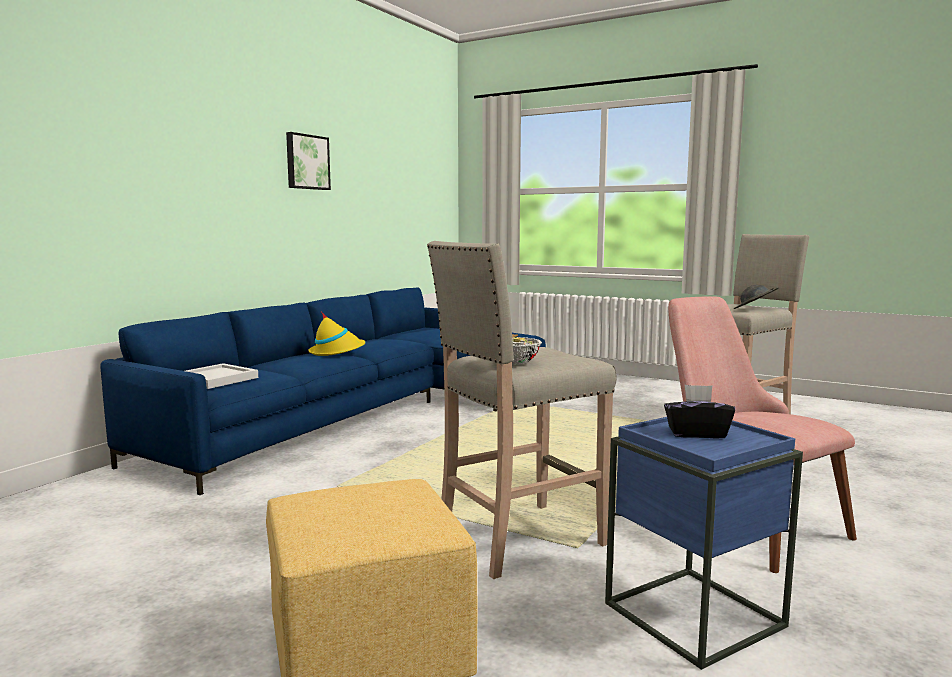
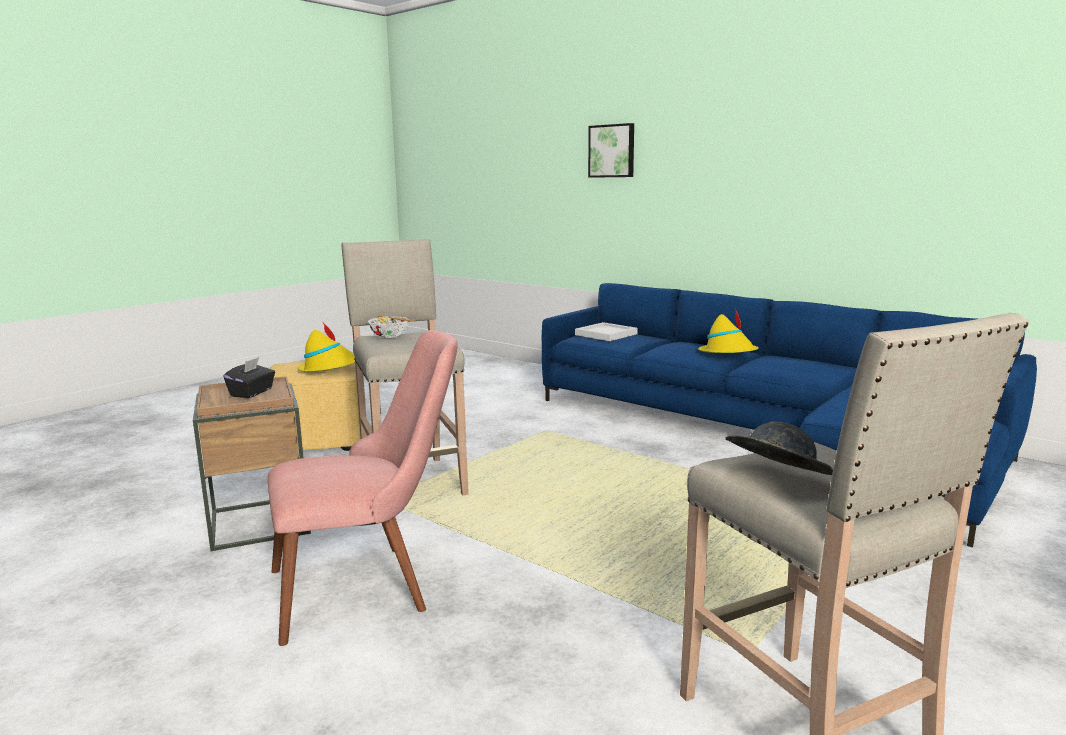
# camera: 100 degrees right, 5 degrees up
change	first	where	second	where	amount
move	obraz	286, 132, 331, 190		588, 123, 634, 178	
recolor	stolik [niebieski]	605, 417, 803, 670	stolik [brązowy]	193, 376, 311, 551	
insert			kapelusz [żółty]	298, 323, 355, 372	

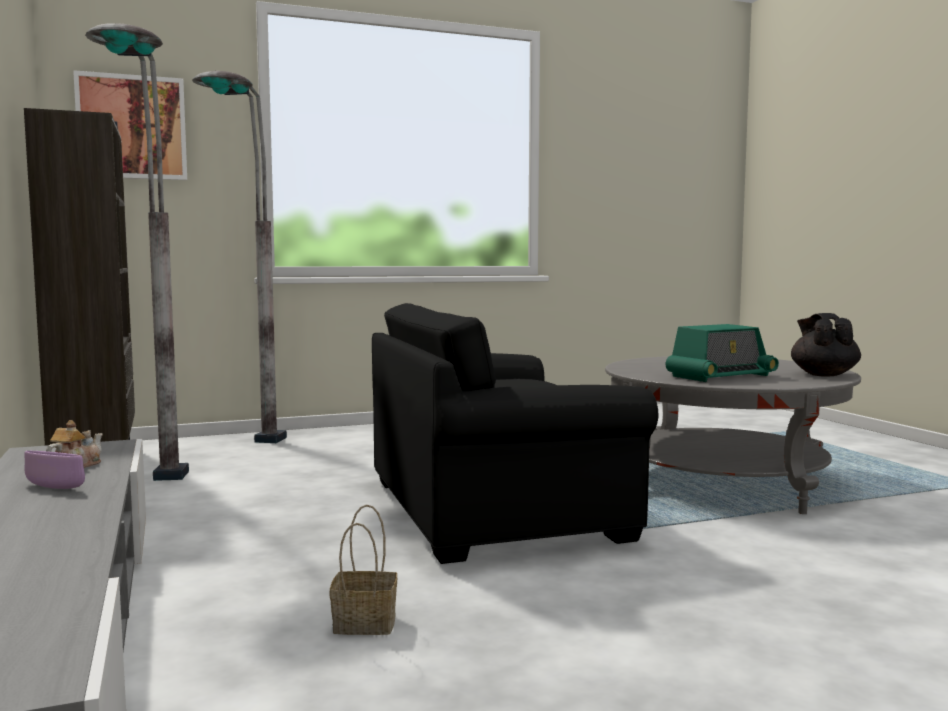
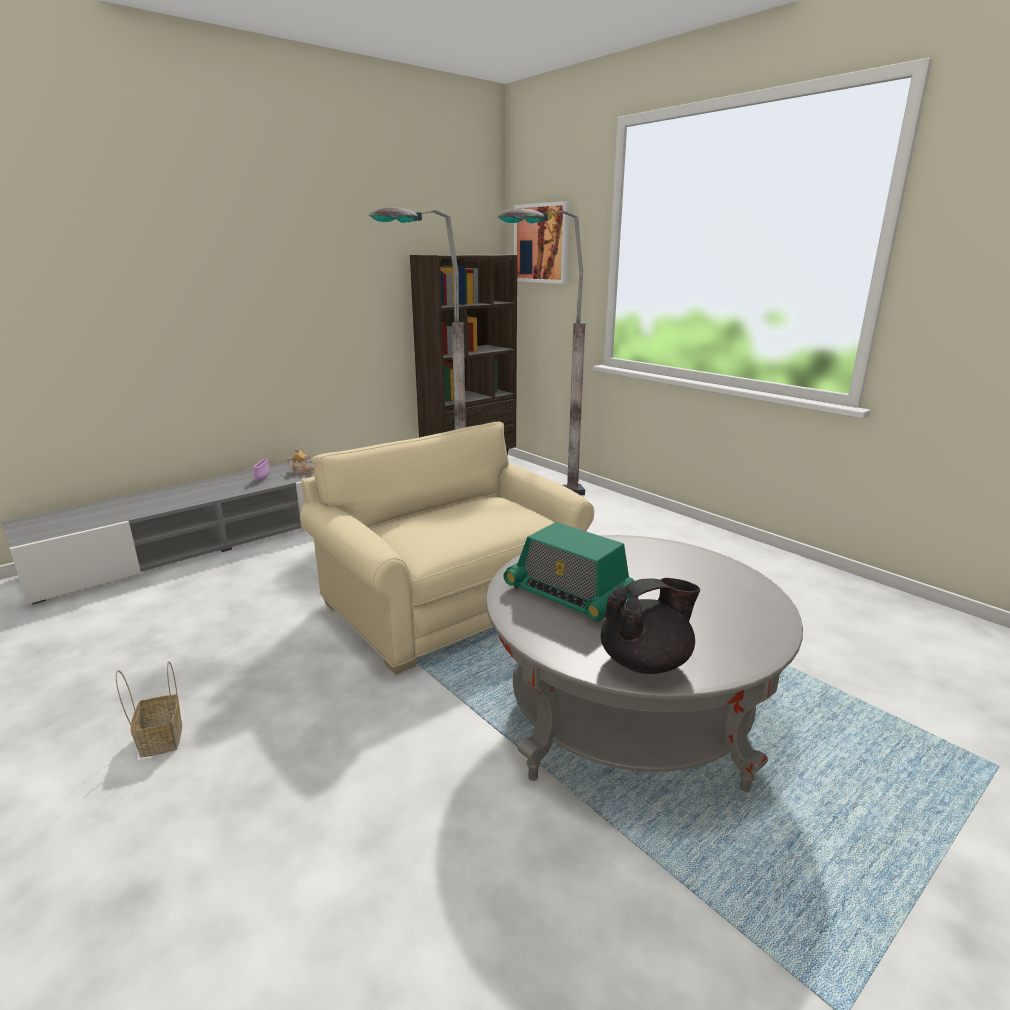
# camera: 70 degrees right, 15 degrees up
change	first	where	second	where	amount
move	koszyk	330, 504, 397, 635		116, 661, 182, 758	
recolor	fotel [czarny]	372, 303, 659, 564	fotel [beżowy]	300, 422, 594, 674	

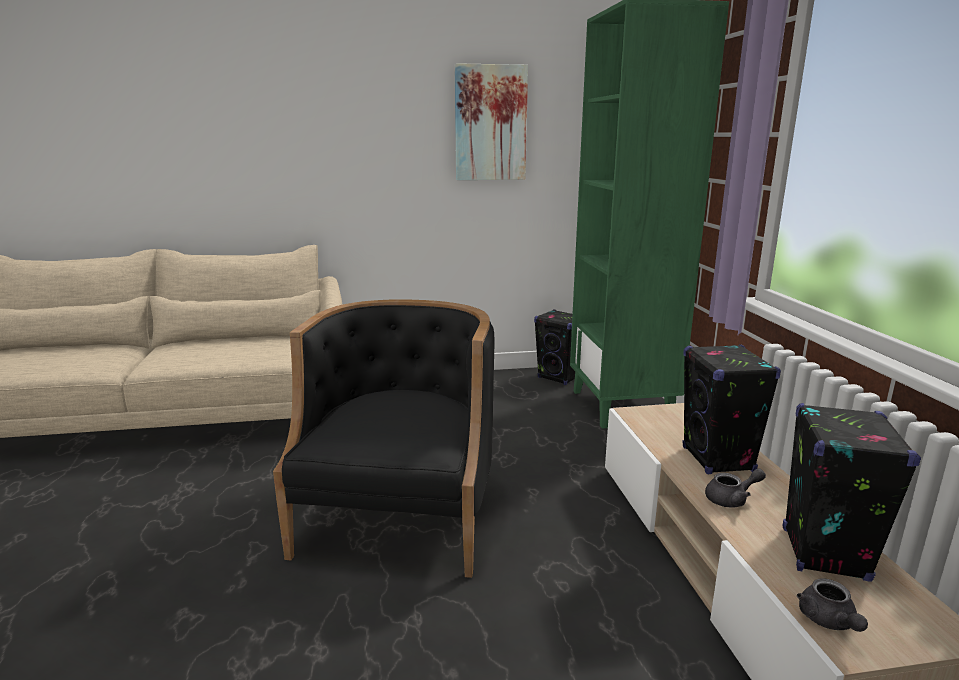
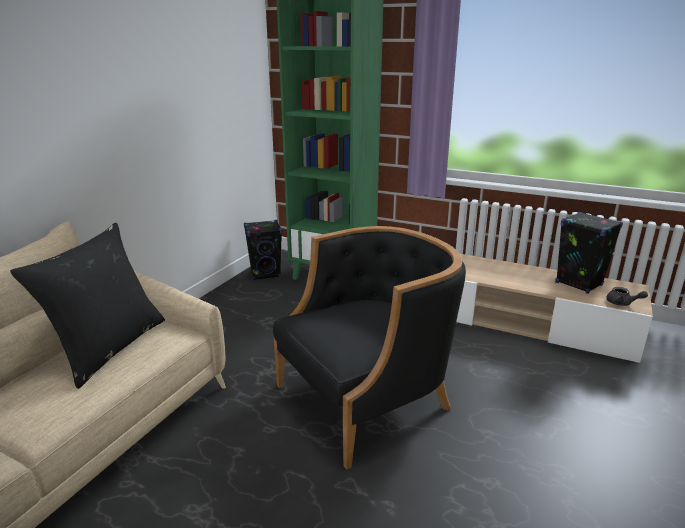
# camera: 55 degrees left, 5 degrees up
change	first	where	second	where	amount
rotate	fotel [czarny]	273, 299, 495, 578		273, 226, 466, 470	105 degrees clockwise
delete	obraz	455, 63, 528, 180			
delete	głośnik [czarny]	682, 344, 781, 474			
delete	imbryk [szary]	705, 468, 766, 508			
insert			poduszka [czarny]	10, 223, 165, 389	

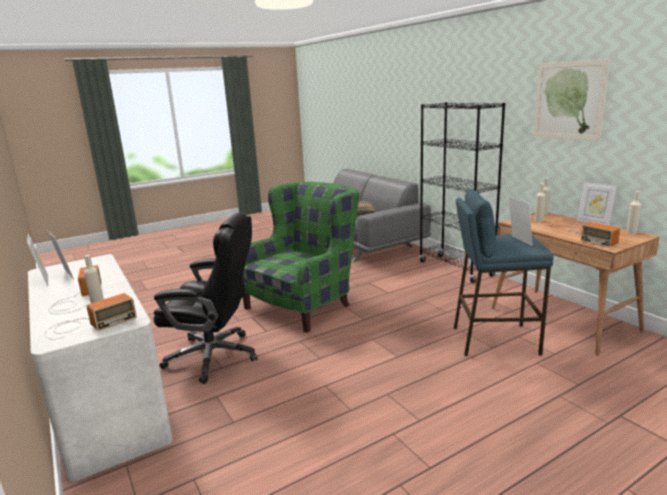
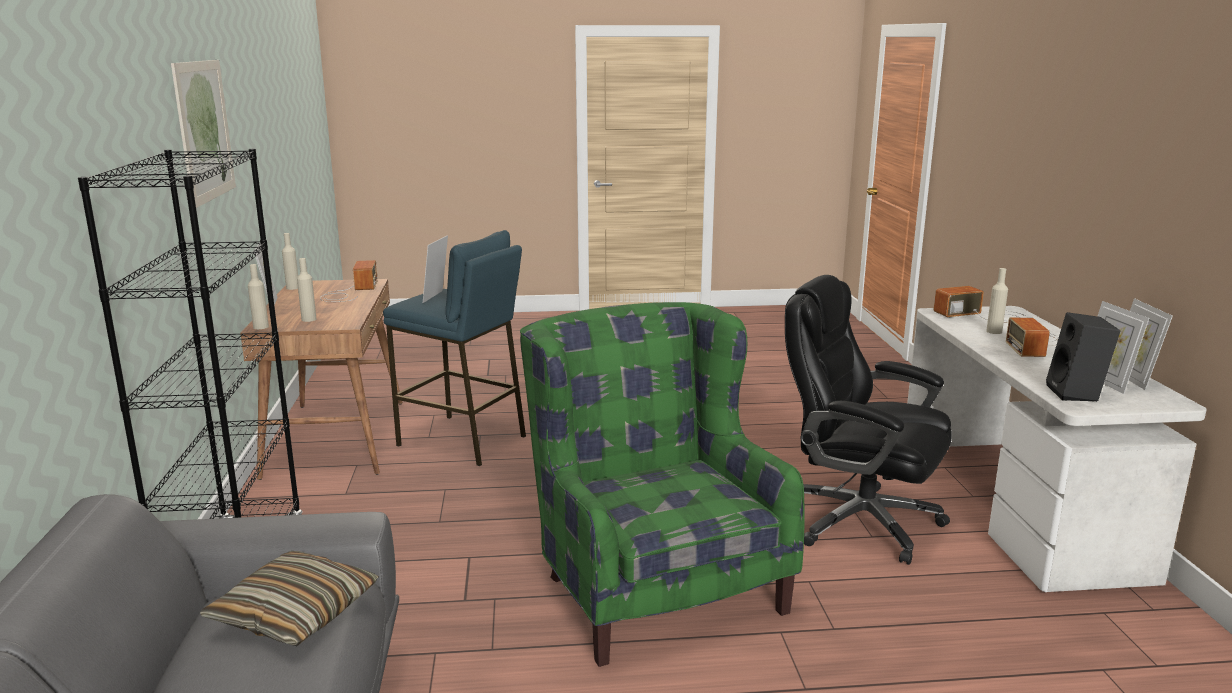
# camera: 155 degrees left, 0 degrees up
change	first	where	second	where	amount
rotate	fotel [zielony]	243, 182, 359, 333		520, 302, 805, 667	90 degrees clockwise
insert			głośnik [czarny]	1046, 312, 1120, 402	

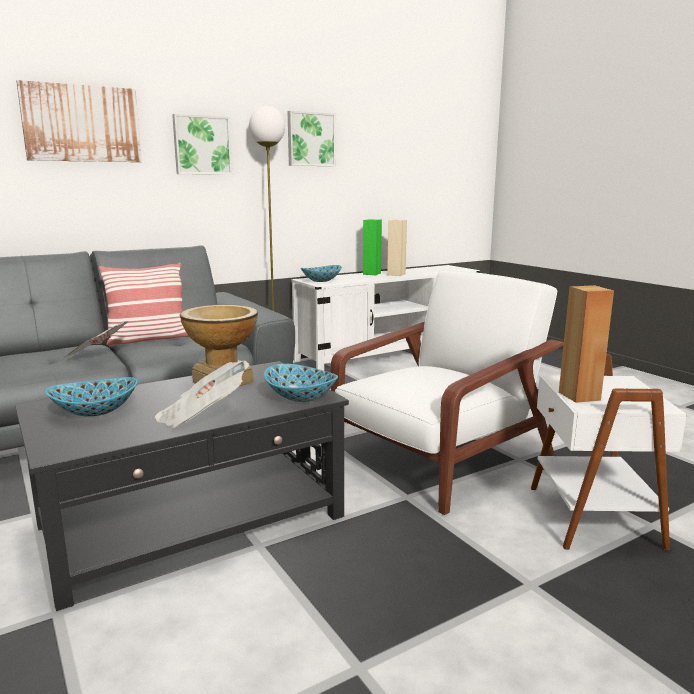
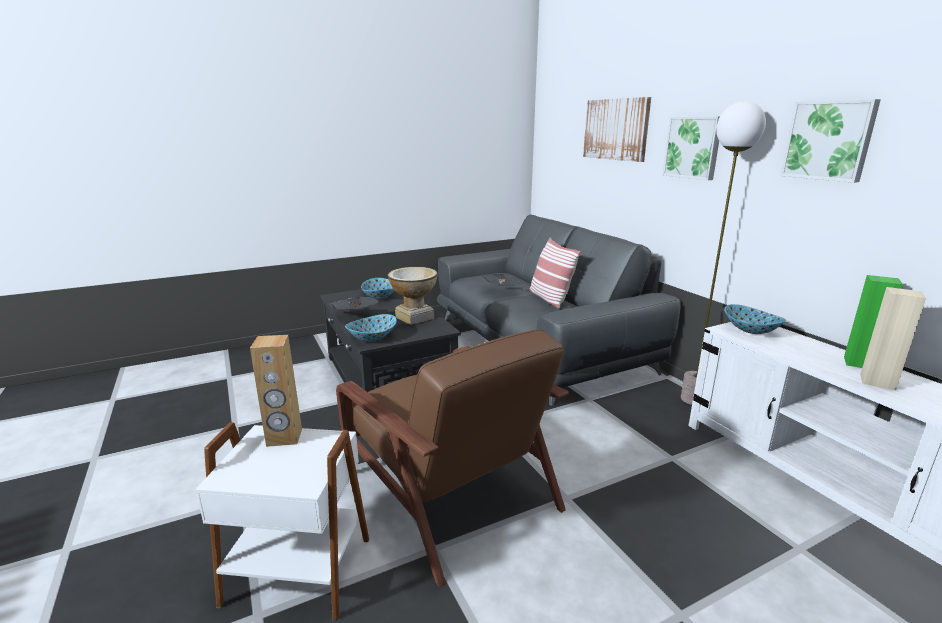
# camera: 95 degrees right, 5 degrees up
change	first	where	second	where	amount
recolor	fotel [biały]	331, 270, 564, 515	fotel [brązowy]	336, 329, 569, 587	

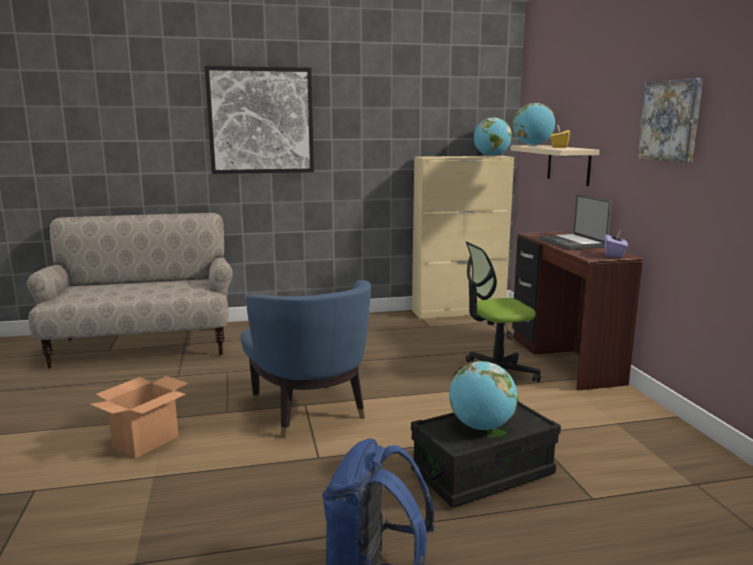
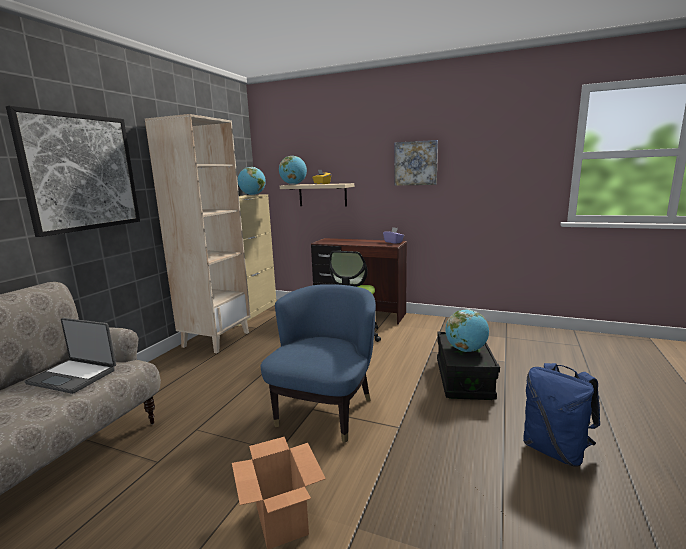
# camera: 55 degrees left, 0 degrees up
change	first	where	second	where	amount
rotate	fotel [niebieski]	241, 280, 371, 439		261, 284, 376, 443	75 degrees counterclockwise
move	laptop	539, 195, 612, 250		24, 318, 116, 394	
insert			regał [beżowy]	145, 114, 251, 353	

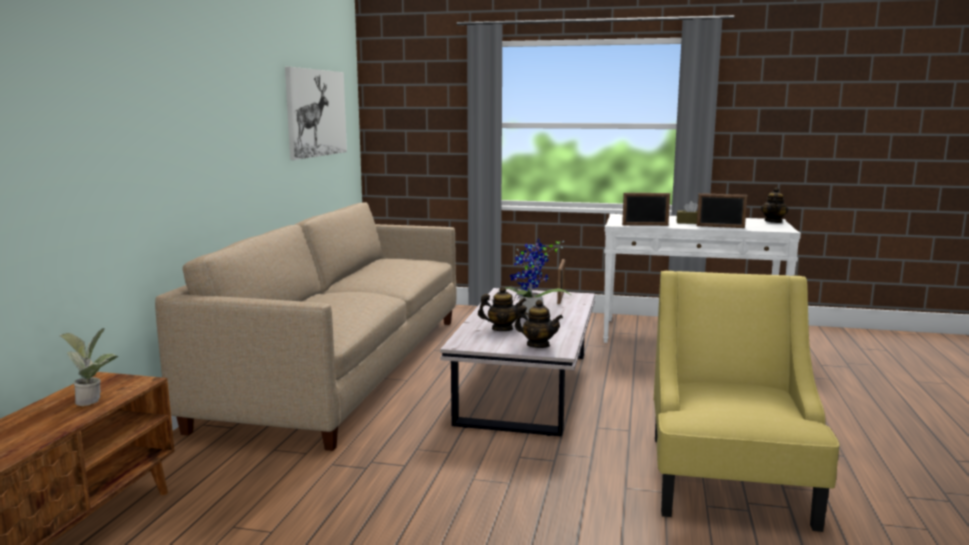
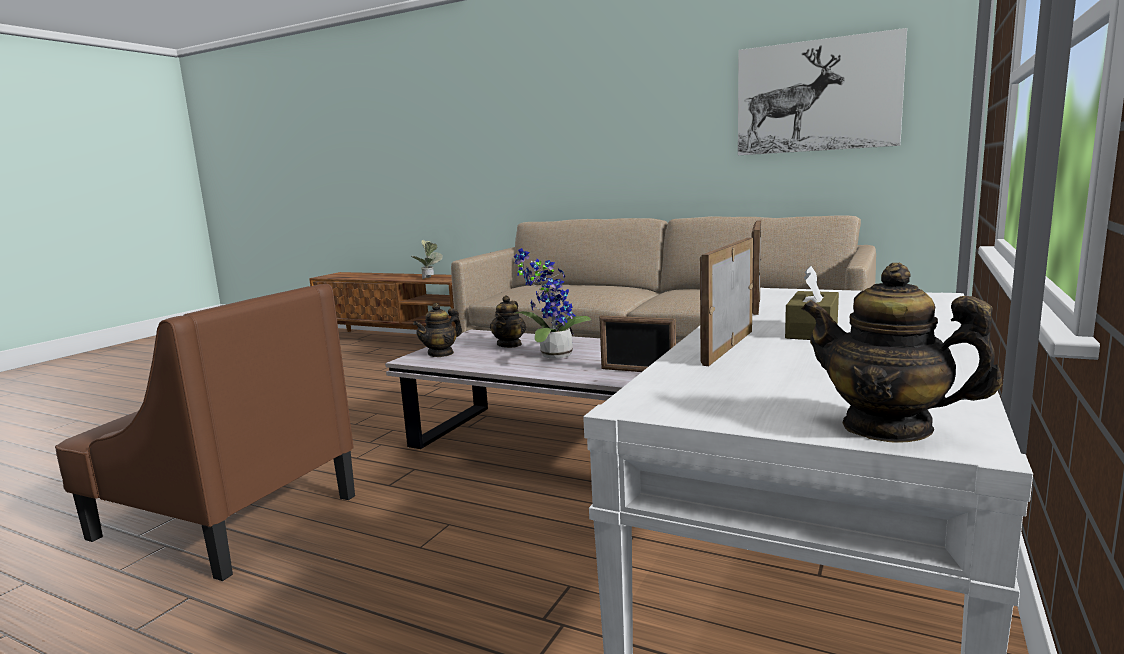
# camera: 105 degrees right, 0 degrees up
change	first	where	second	where	amount
recolor	fotel [żółty]	653, 271, 839, 532	fotel [brązowy]	55, 284, 355, 581	

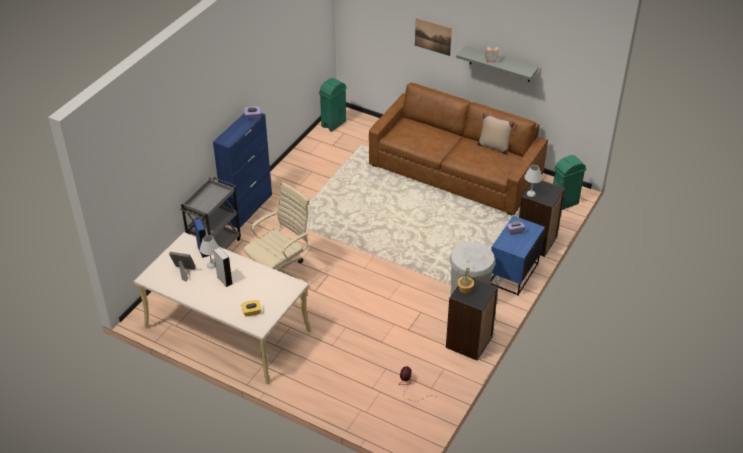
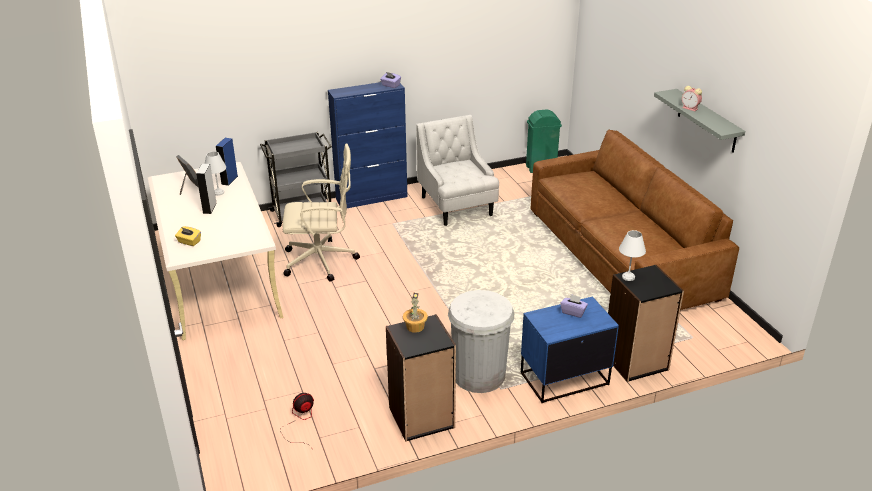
# camera: 40 degrees right, 10 degrees down
change	first	where	second	where	amount
delete	obraz	415, 18, 452, 56			
delete	poduszka [beżowy]	477, 112, 514, 155			
delete	kosz na śmieci [zielony]	553, 155, 587, 210			
insert			fotel [biały]	416, 115, 499, 226	

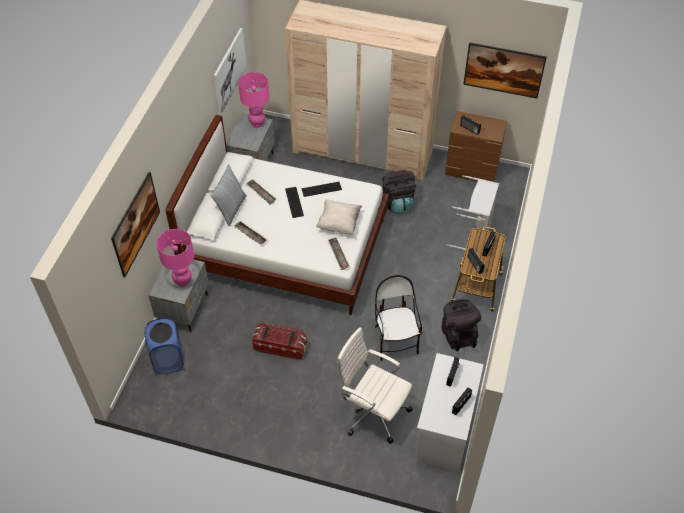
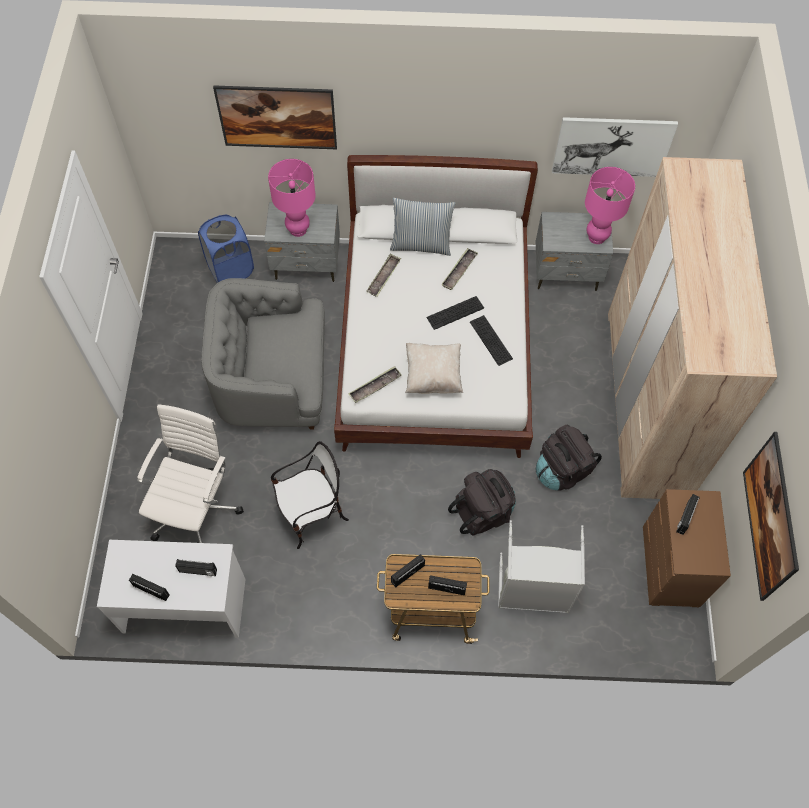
# camera: 75 degrees right, 10 degrees up
change	first	where	second	where	amount
replace	pojemnik do przechowywania	252, 322, 307, 360	fotel [szary]	202, 278, 325, 430	
move	plecak [czarny]	441, 299, 481, 351		448, 469, 516, 536	

